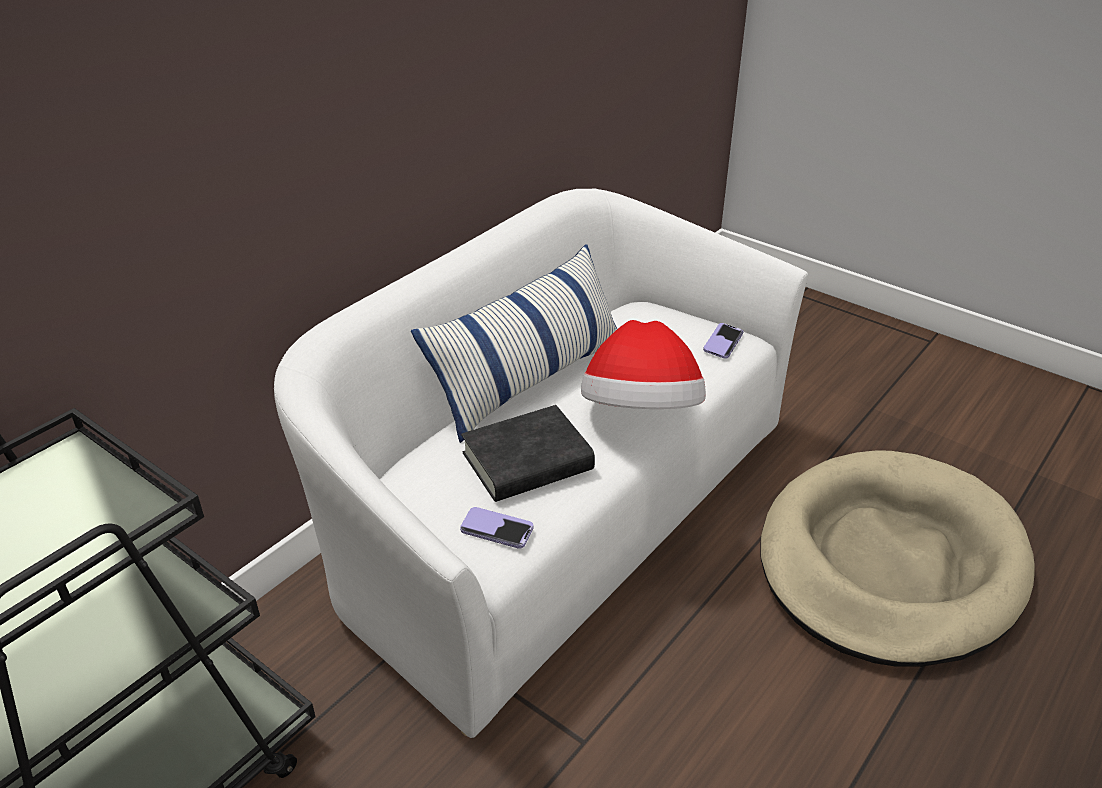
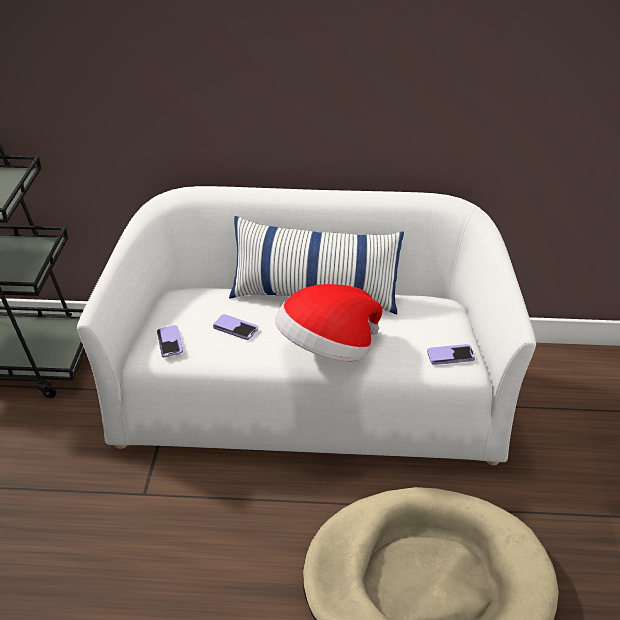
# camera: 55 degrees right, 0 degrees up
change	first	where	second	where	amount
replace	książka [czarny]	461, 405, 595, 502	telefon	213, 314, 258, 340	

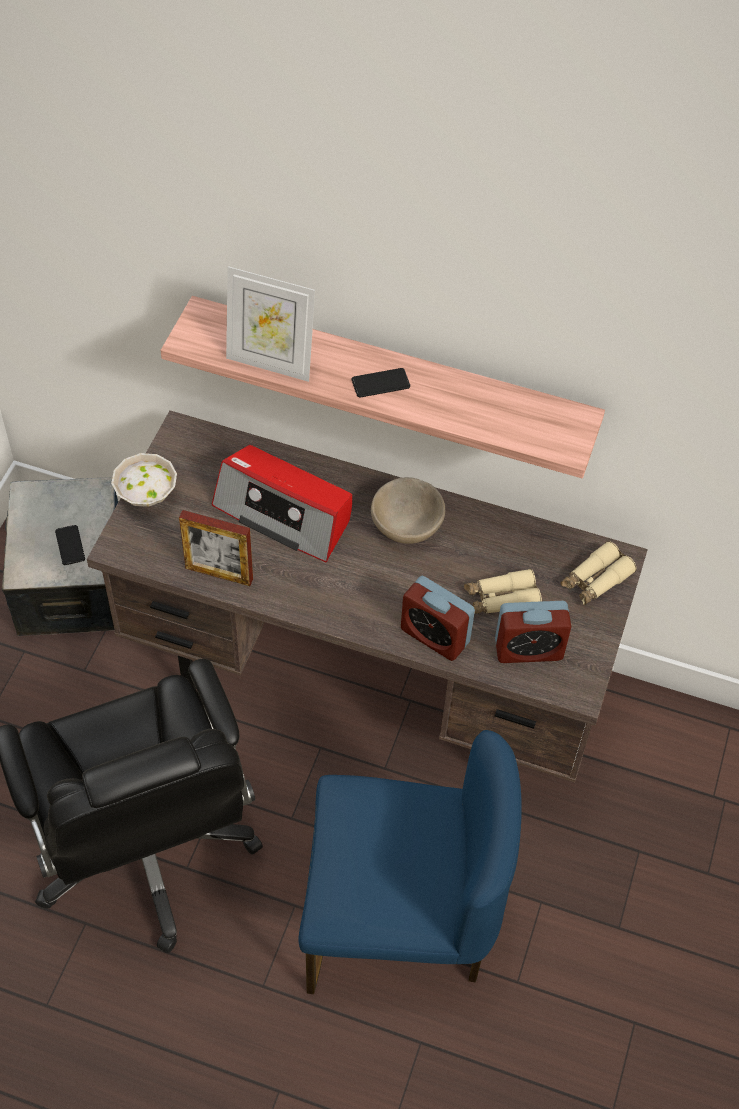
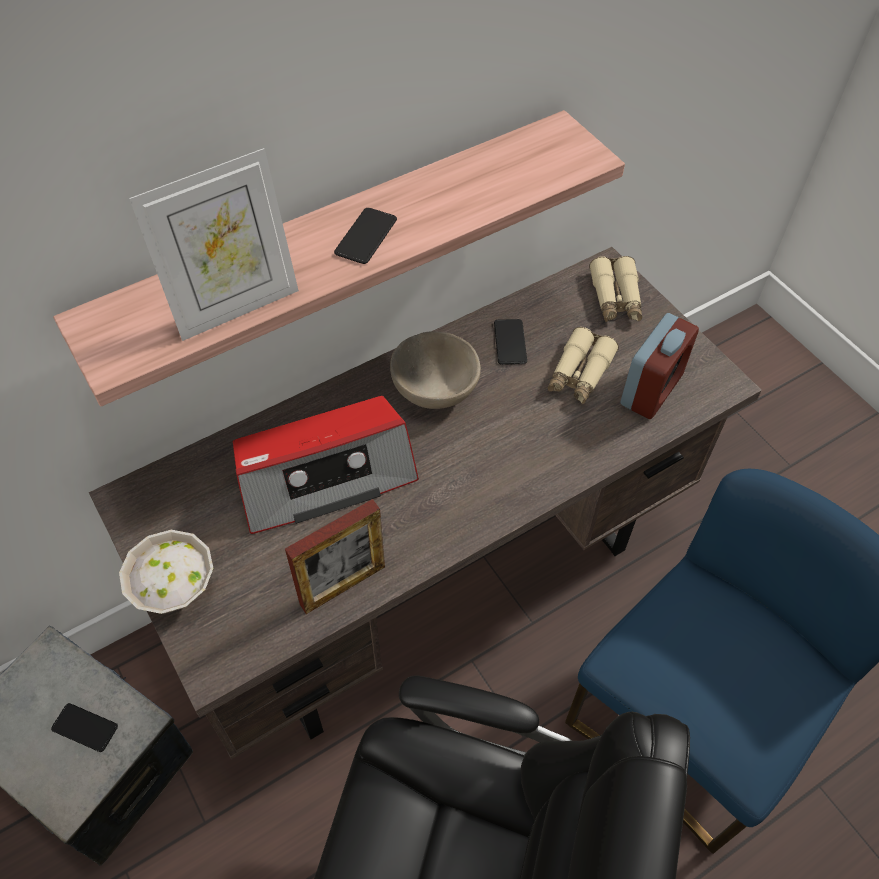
# camera: 50 degrees left, 0 degrees up
change	first	where	second	where	amount
delete	budzik	401, 576, 475, 661			
insert			telefon	494, 319, 527, 365	

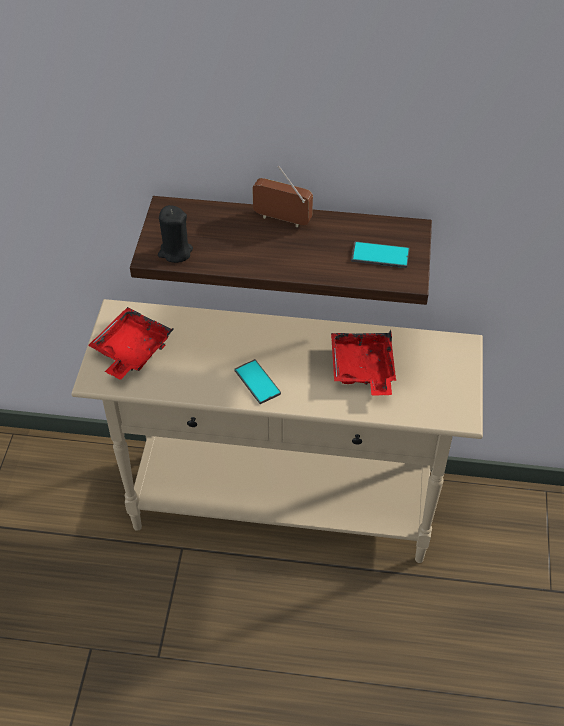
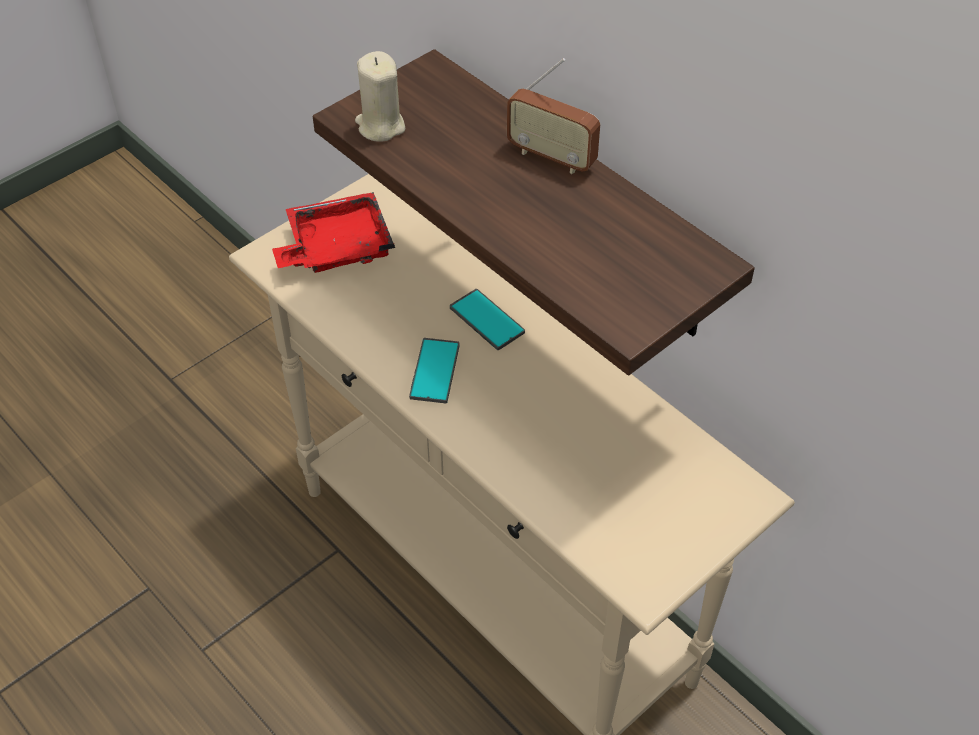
# camera: 40 degrees right, 0 degrees up
change	first	where	second	where	amount
recolor	świeca [czarny]	158, 205, 193, 263	świeca [beżowy]	355, 51, 405, 142	
rotate	radio	252, 166, 313, 227		507, 58, 600, 174	150 degrees clockwise
delete	taca [czerwony]	331, 330, 396, 396			
move	telefon	351, 241, 410, 268		450, 289, 525, 350	

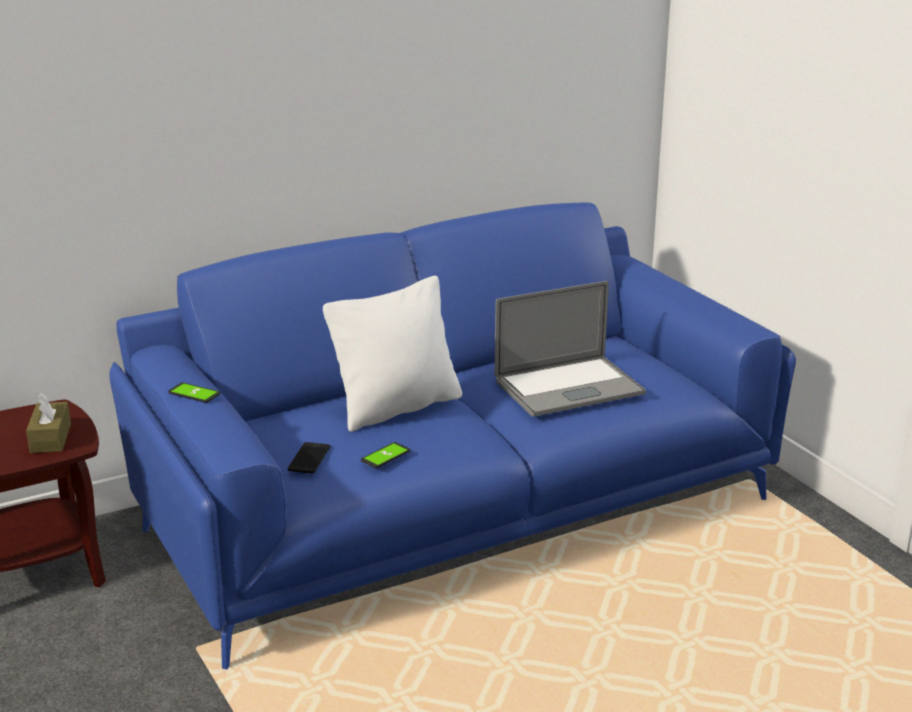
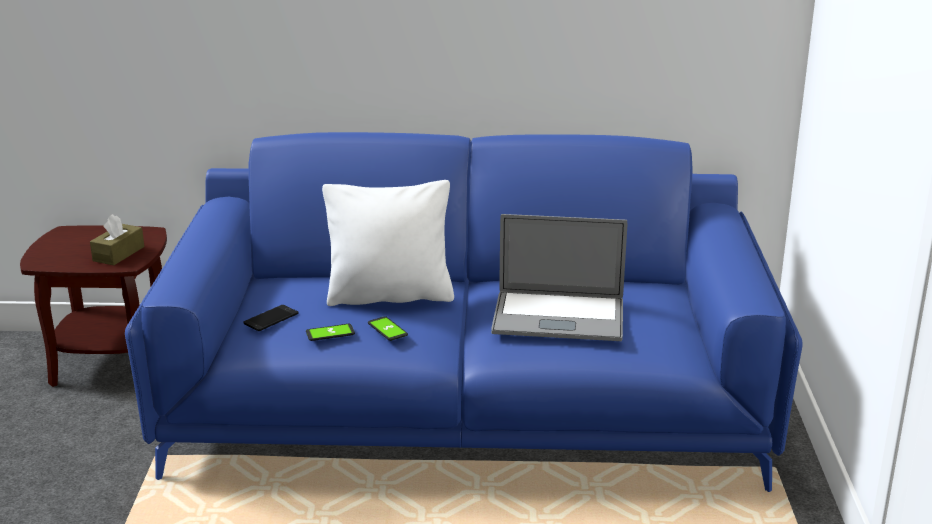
# camera: 30 degrees right, 0 degrees up
change	first	where	second	where	amount
move	telefon	168, 383, 220, 403		368, 316, 408, 341	

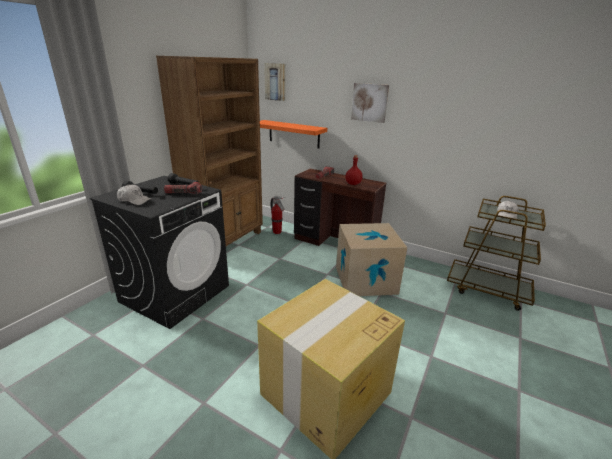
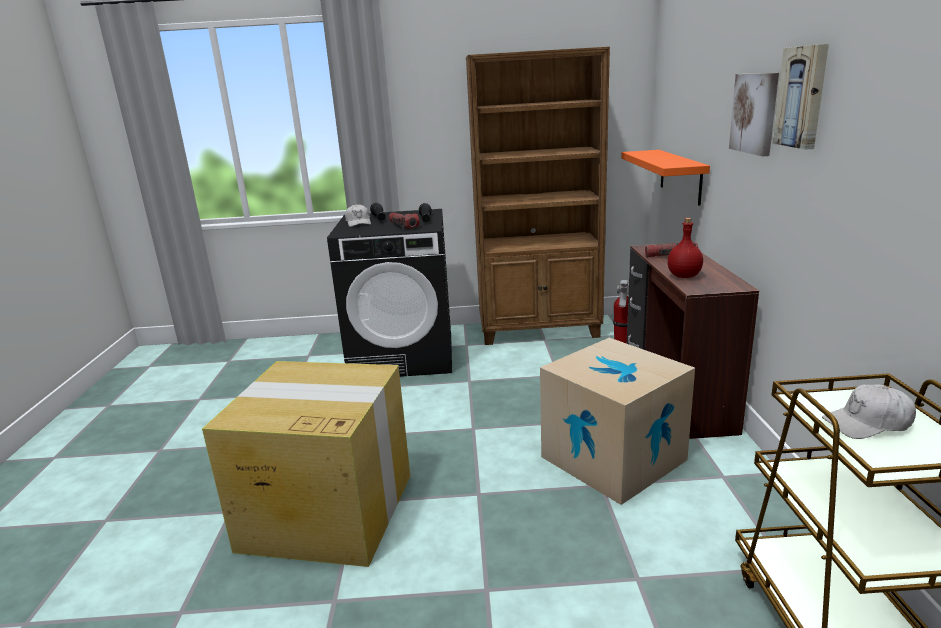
# camera: 60 degrees right, 5 degrees down
change	first	where	second	where	amount
move	obraz	264, 63, 285, 101		772, 44, 829, 150	

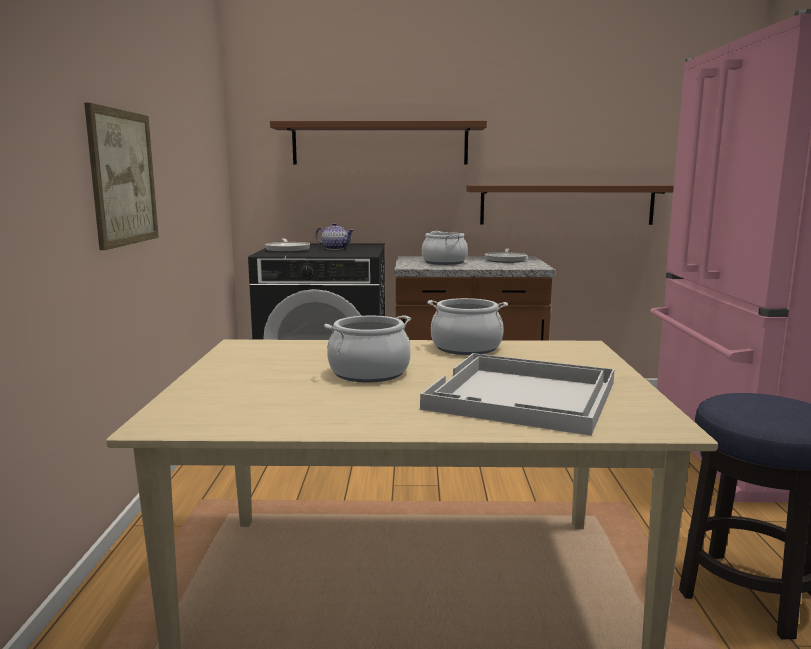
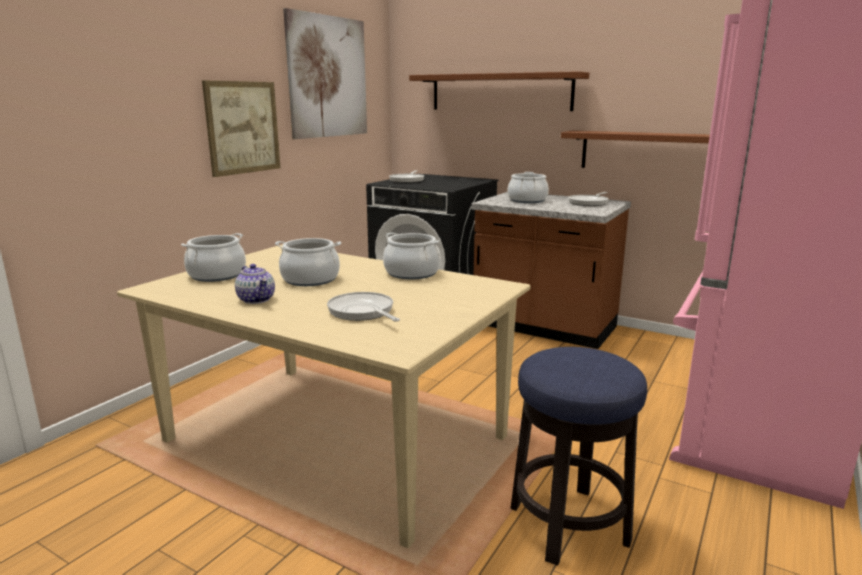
# camera: 30 degrees right, 5 degrees up
change	first	where	second	where	amount
move	imbryk	315, 223, 354, 250		235, 264, 275, 304	
replace	taca [biały]	420, 353, 615, 436	patelnia	327, 292, 400, 322	
insert			garnek	181, 233, 246, 282	
insert			obraz	283, 8, 367, 139	

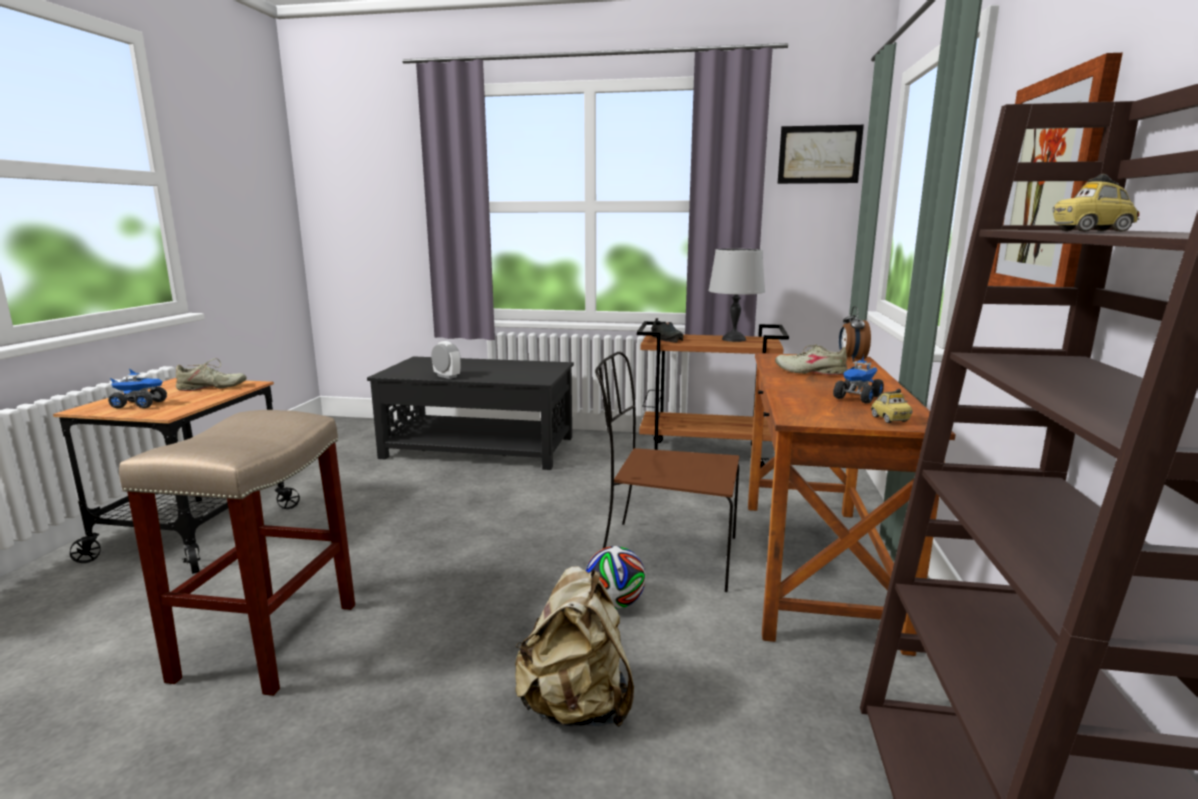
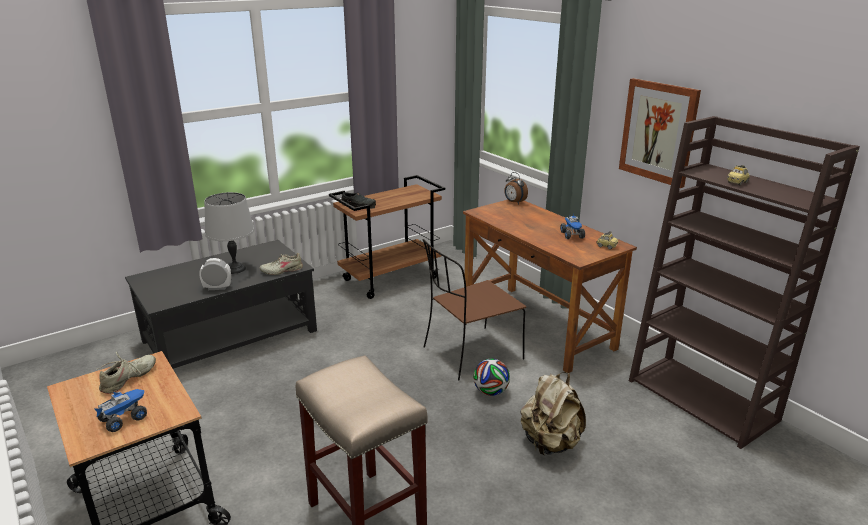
# camera: 45 degrees left, 10 degrees up
change	first	where	second	where	amount
move	lampa stołowa [szary]	709, 249, 765, 342		204, 192, 254, 274	
move	but [beżowy]	775, 344, 848, 375		260, 253, 303, 275	
delete	obraz	777, 125, 864, 184			

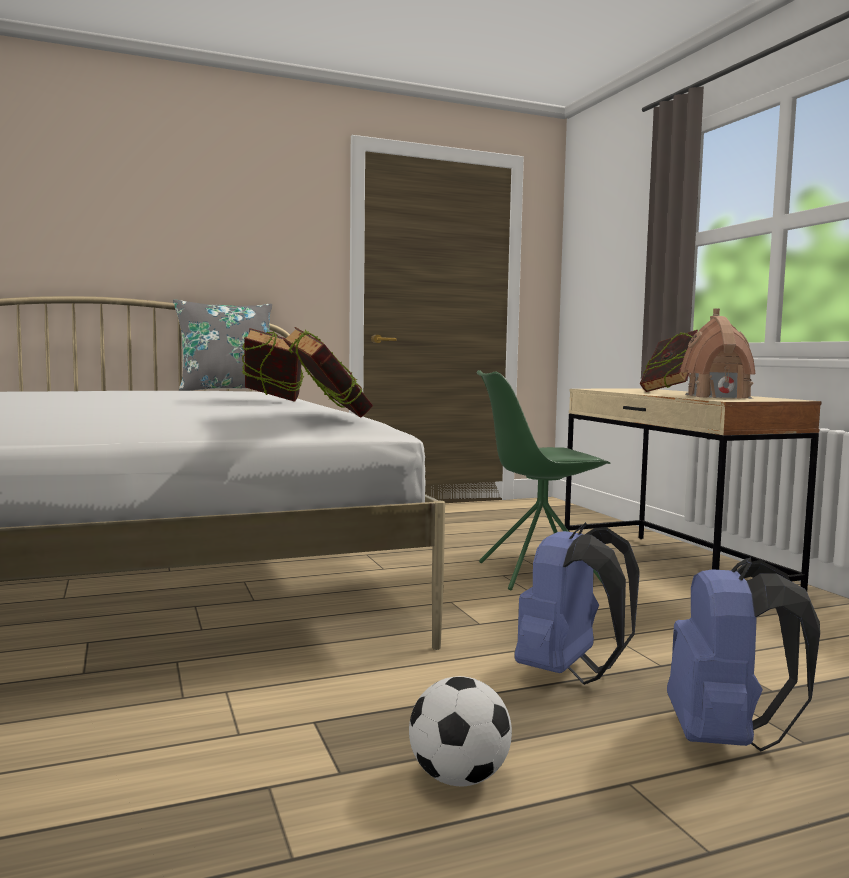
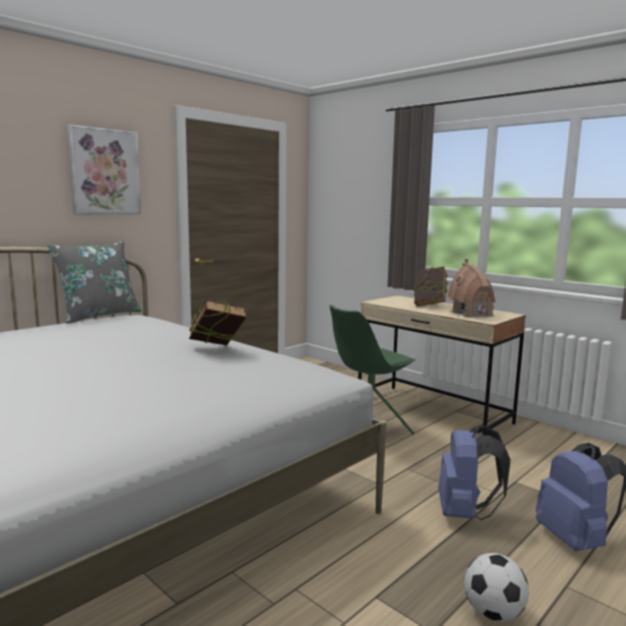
# camera: 25 degrees left, 5 degrees up
change	first	where	second	where	amount
delete	książka	283, 327, 373, 418			
insert			obraz	67, 124, 141, 215	

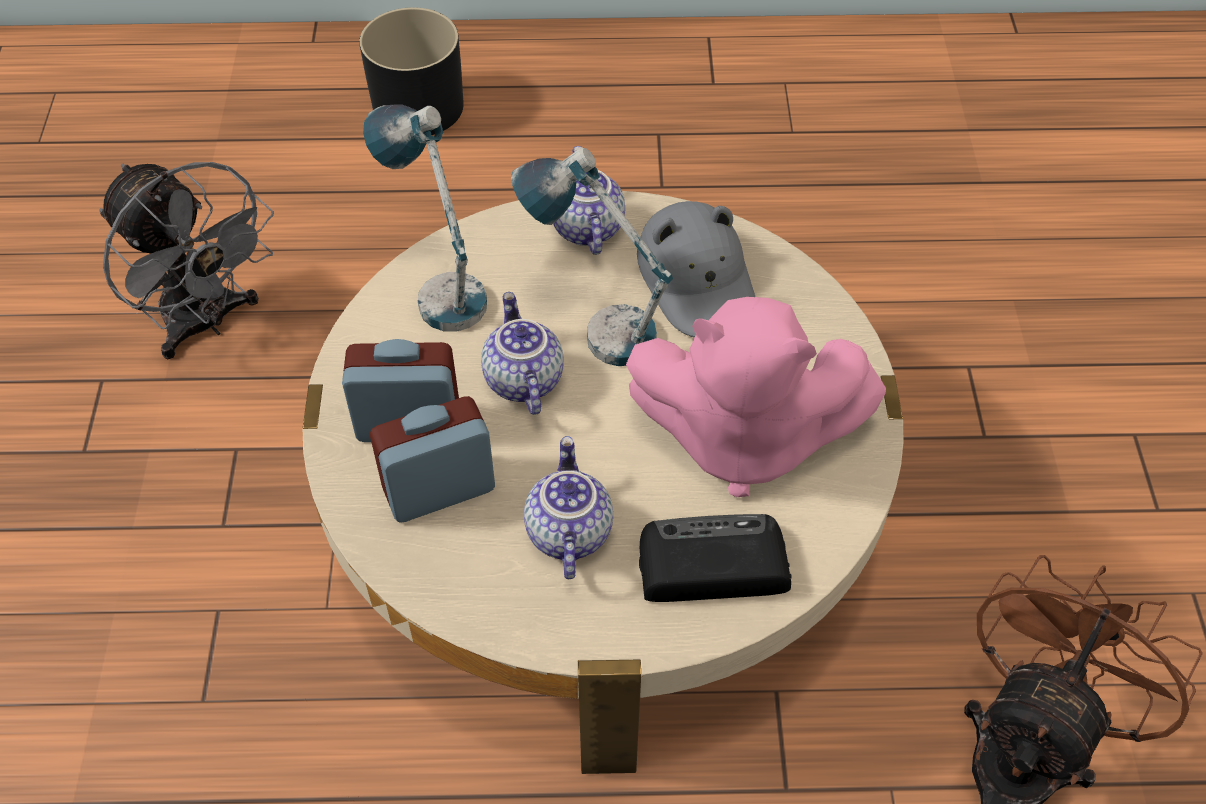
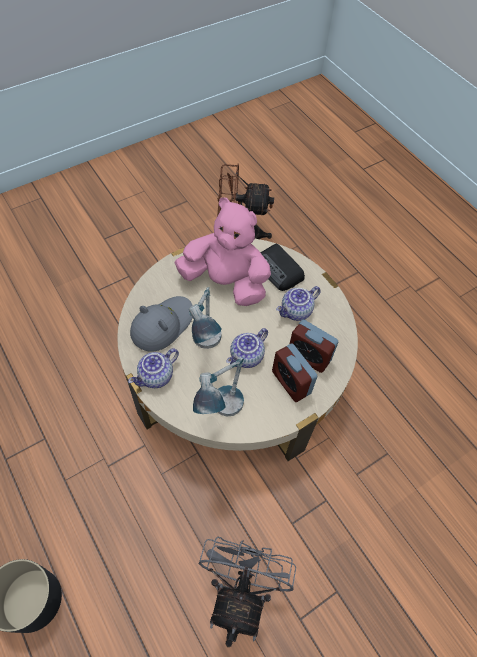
# camera: 125 degrees left, 5 degrees up
change	first	where	second	where	amount
rotate	pluszak [różowy]	626, 297, 886, 497		174, 198, 271, 306	45 degrees counterclockwise

